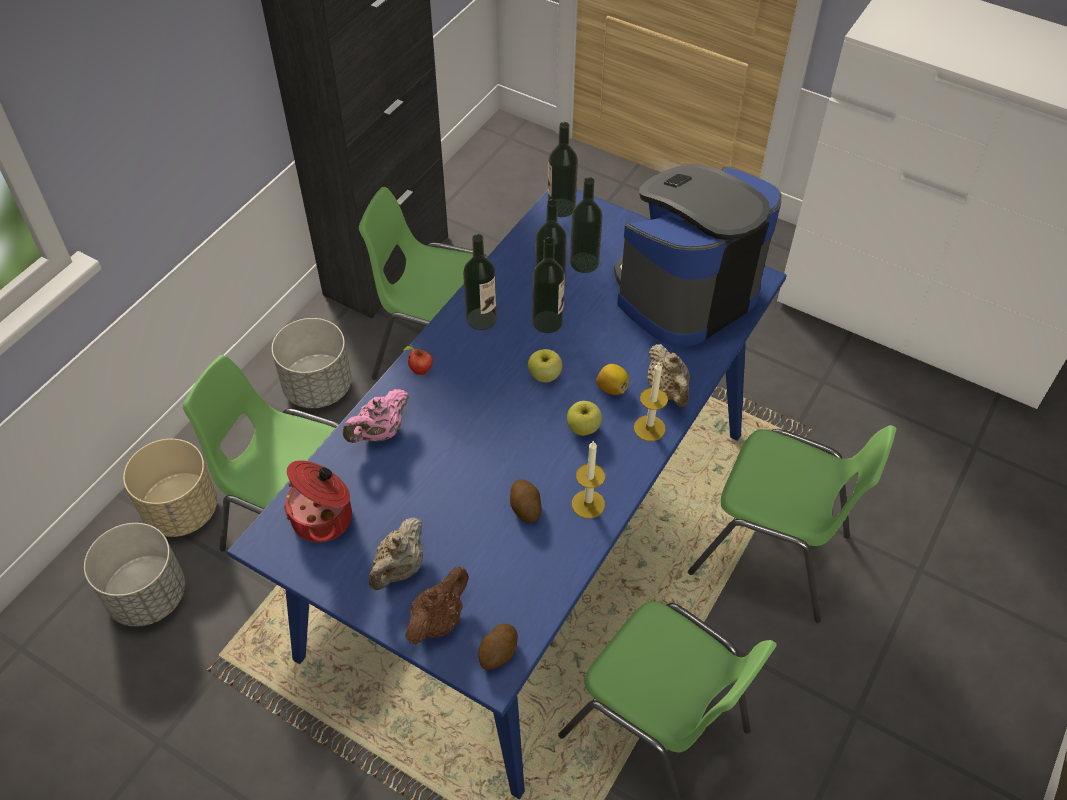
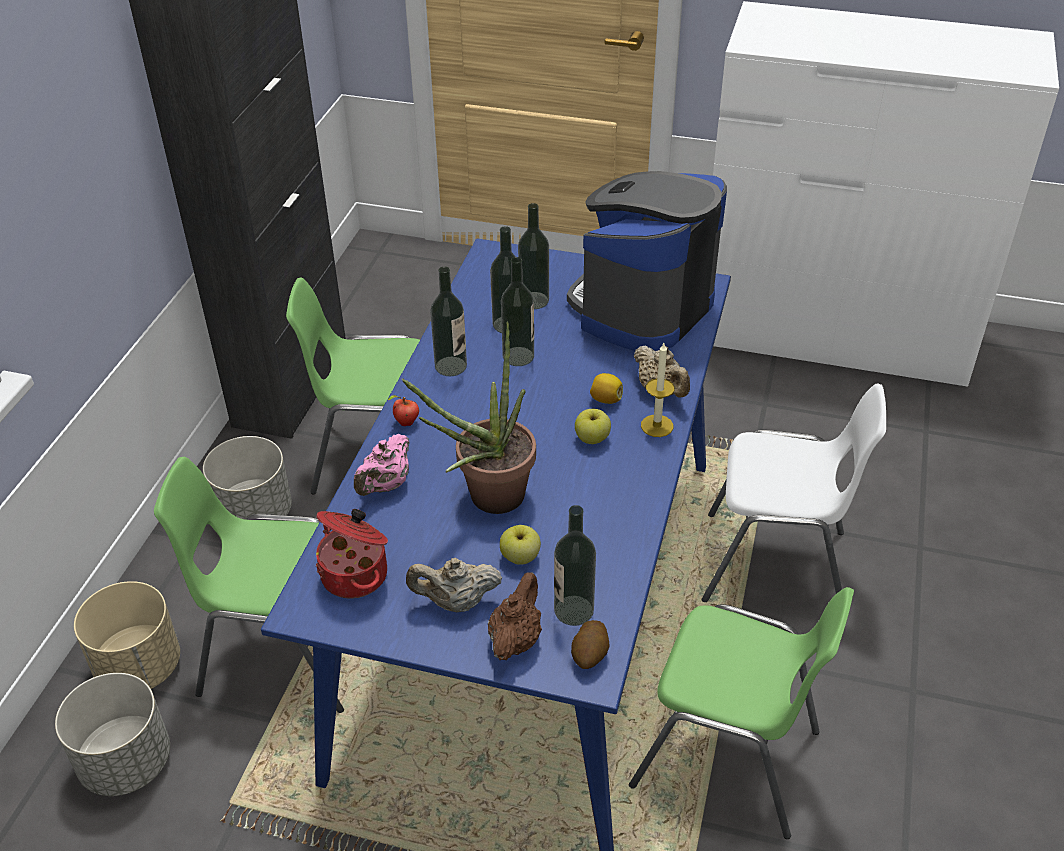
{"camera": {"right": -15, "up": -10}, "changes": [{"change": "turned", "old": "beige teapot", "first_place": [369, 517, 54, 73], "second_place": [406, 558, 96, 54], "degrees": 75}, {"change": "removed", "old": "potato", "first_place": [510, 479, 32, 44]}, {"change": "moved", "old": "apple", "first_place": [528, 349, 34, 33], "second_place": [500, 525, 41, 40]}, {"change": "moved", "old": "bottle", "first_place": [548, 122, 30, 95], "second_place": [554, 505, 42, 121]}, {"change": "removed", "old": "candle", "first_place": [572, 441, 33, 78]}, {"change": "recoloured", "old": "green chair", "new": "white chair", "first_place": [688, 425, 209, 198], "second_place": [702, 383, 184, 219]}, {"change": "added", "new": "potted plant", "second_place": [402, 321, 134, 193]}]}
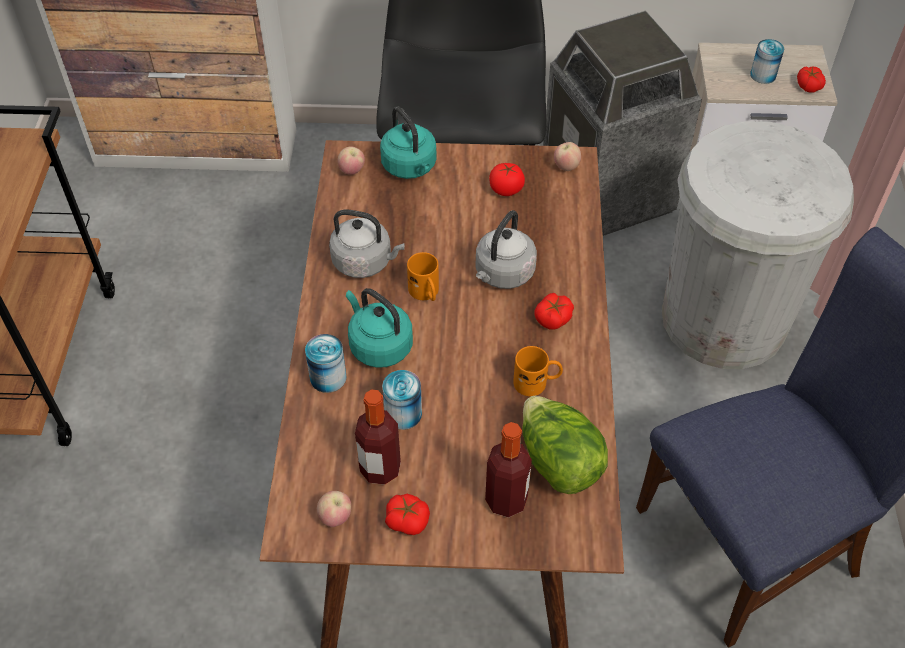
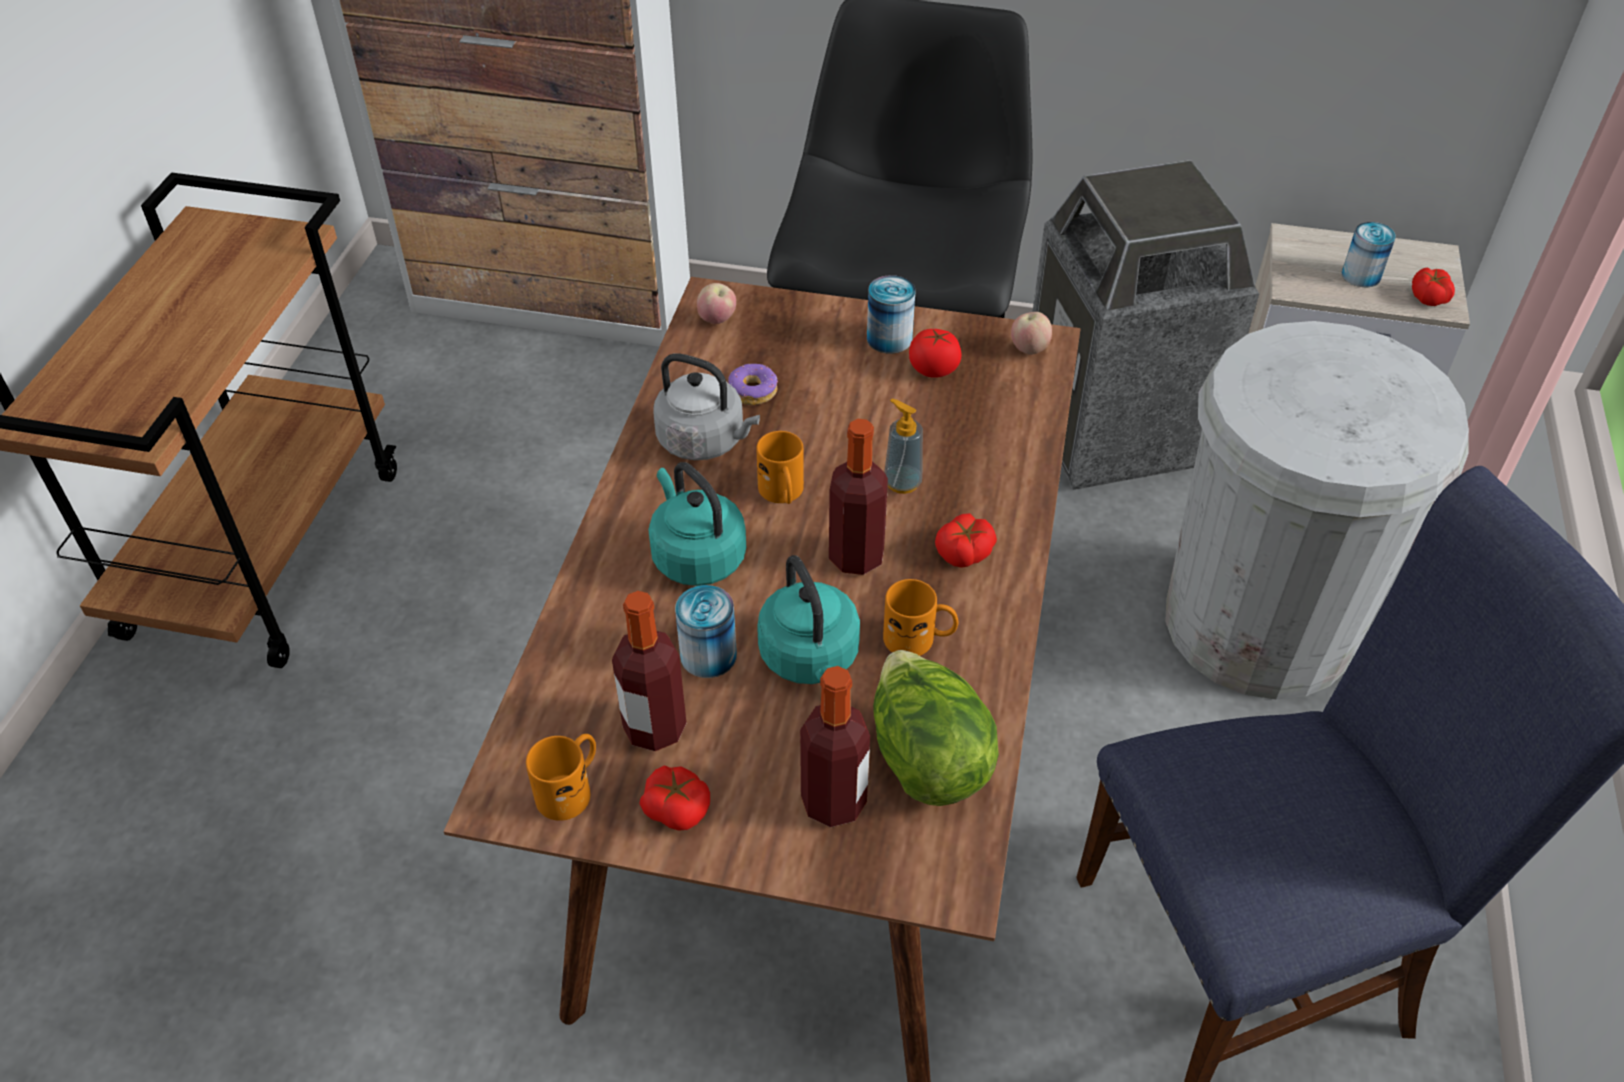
{"camera": {"right": 10, "up": -5}, "changes": [{"change": "moved", "old": "can", "first_place": [305, 334, 41, 59], "second_place": [867, 275, 49, 79]}, {"change": "replaced", "old": "apple", "new": "orange mug", "first_place": [317, 491, 34, 36], "second_place": [526, 734, 70, 87]}, {"change": "moved", "old": "turquoise kettle", "first_place": [380, 106, 56, 73], "second_place": [757, 555, 103, 129]}, {"change": "replaced", "old": "grey kettle", "new": "soap dispenser", "first_place": [476, 210, 61, 79], "second_place": [885, 399, 38, 95]}, {"change": "added", "new": "donut", "second_place": [728, 364, 50, 41]}, {"change": "added", "new": "bottle", "second_place": [829, 419, 59, 156]}]}
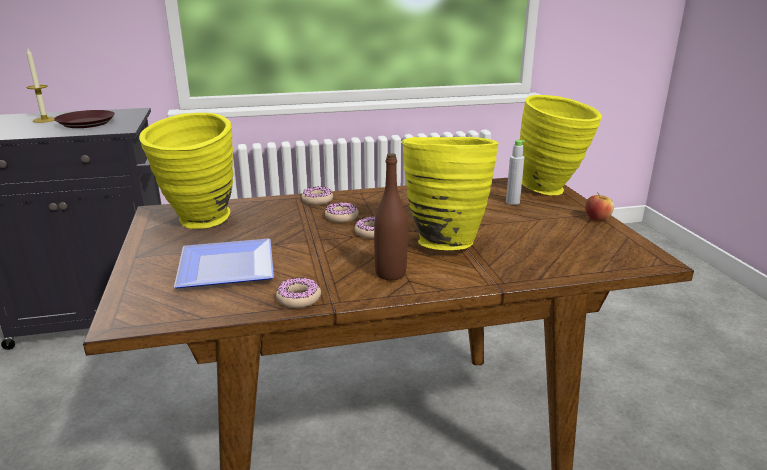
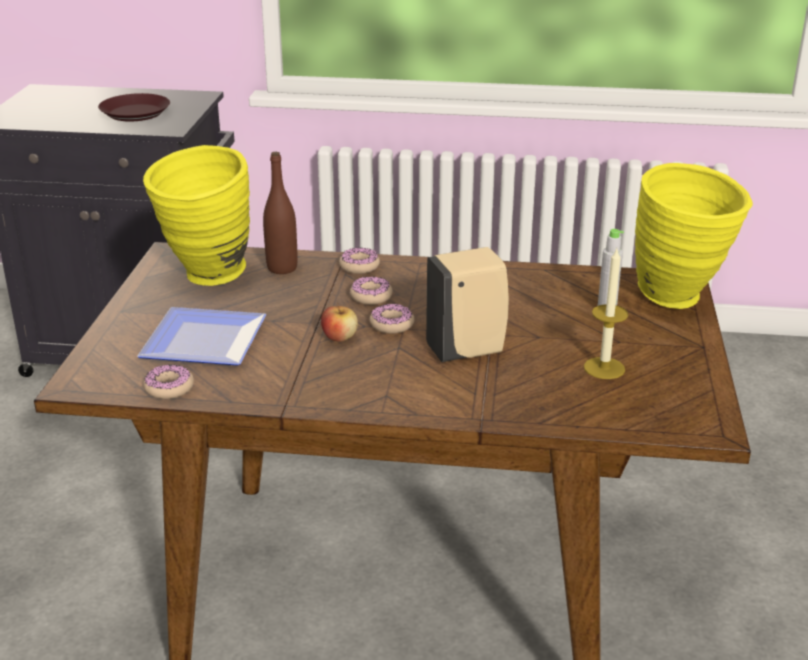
{"camera": {"right": 20, "up": 5}, "changes": [{"change": "moved", "old": "candle", "first_place": [26, 49, 29, 74], "second_place": [584, 249, 44, 130]}, {"change": "moved", "old": "donut", "first_place": [276, 278, 45, 30], "second_place": [143, 364, 51, 35]}, {"change": "moved", "old": "brown bottle", "first_place": [374, 153, 34, 127], "second_place": [263, 152, 34, 122]}, {"change": "replaced", "old": "yellow vase", "new": "beige soap dispenser", "first_place": [402, 137, 97, 113], "second_place": [426, 247, 83, 115]}, {"change": "moved", "old": "apple", "first_place": [585, 192, 29, 29], "second_place": [321, 303, 37, 39]}]}
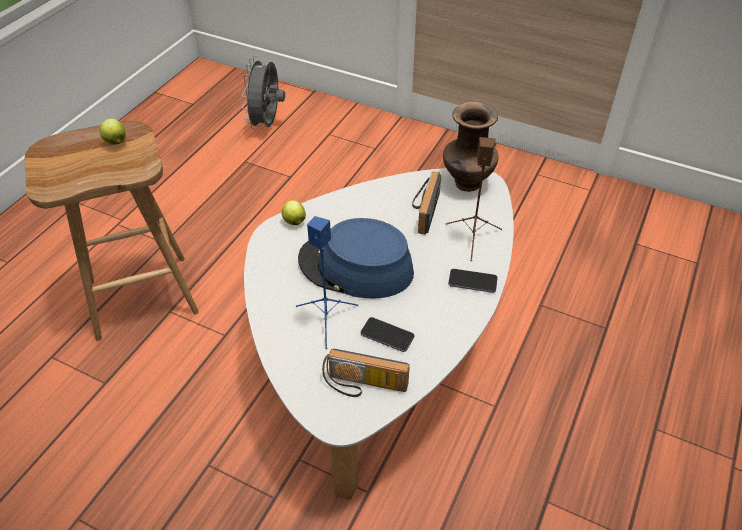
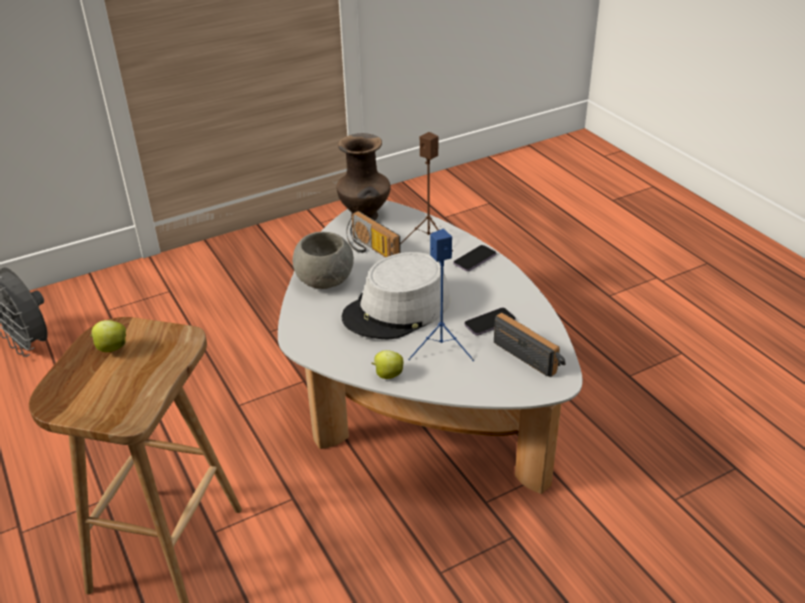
{"camera": {"right": -55, "up": -10}, "changes": [{"change": "moved", "old": "apple", "first_place": [282, 200, 24, 25], "second_place": [371, 350, 33, 29]}, {"change": "recoloured", "old": "blue hat", "new": "grey hat", "first_place": [298, 218, 116, 81], "second_place": [342, 252, 108, 88]}, {"change": "turned", "old": "radio", "first_place": [322, 349, 88, 48], "second_place": [494, 313, 71, 64], "degrees": -90}, {"change": "added", "new": "grey bowl", "second_place": [293, 232, 61, 57]}]}
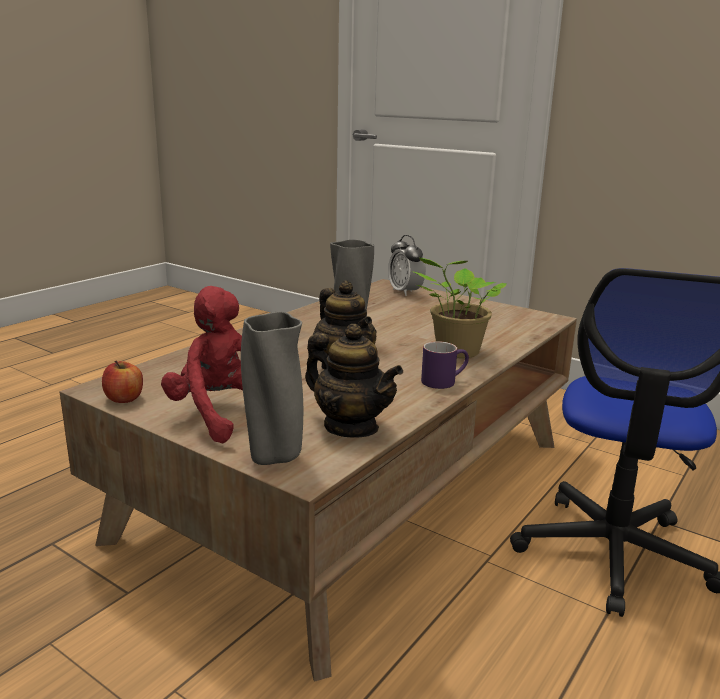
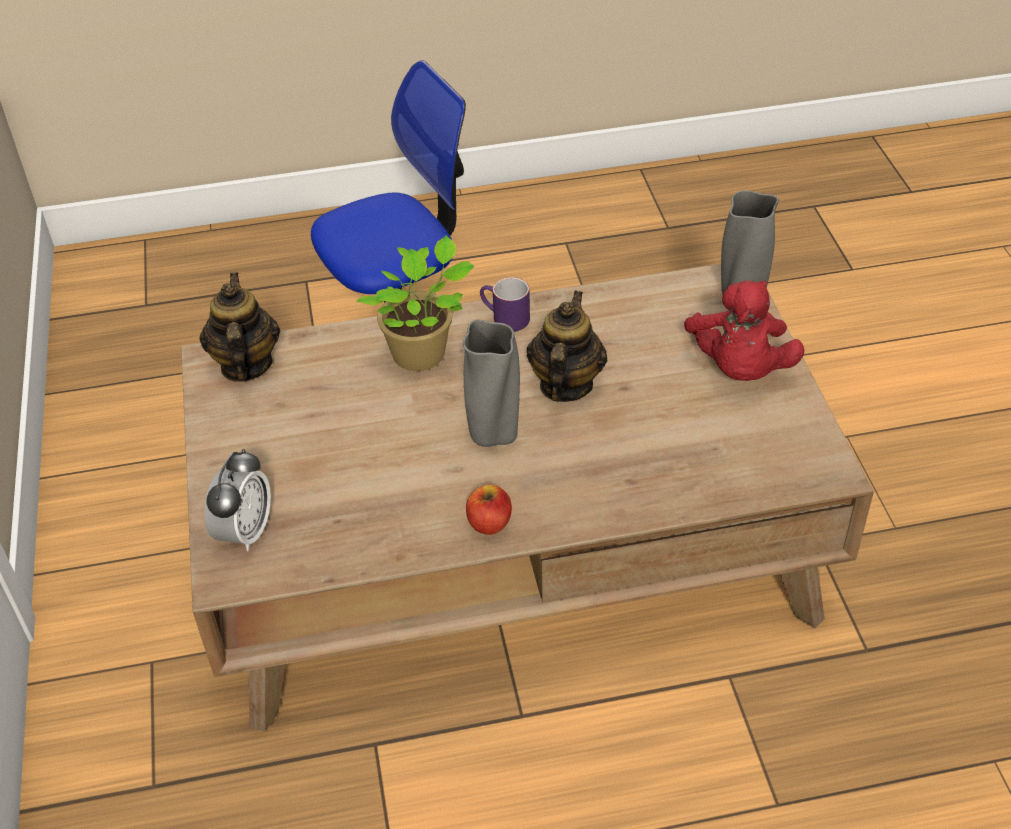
{"camera": {"right": -135, "up": 25}, "changes": [{"change": "moved", "old": "apple", "first_place": [102, 361, 41, 42], "second_place": [466, 484, 46, 51]}, {"change": "moved", "old": "teapot", "first_place": [305, 324, 98, 114], "second_place": [199, 272, 81, 110]}]}
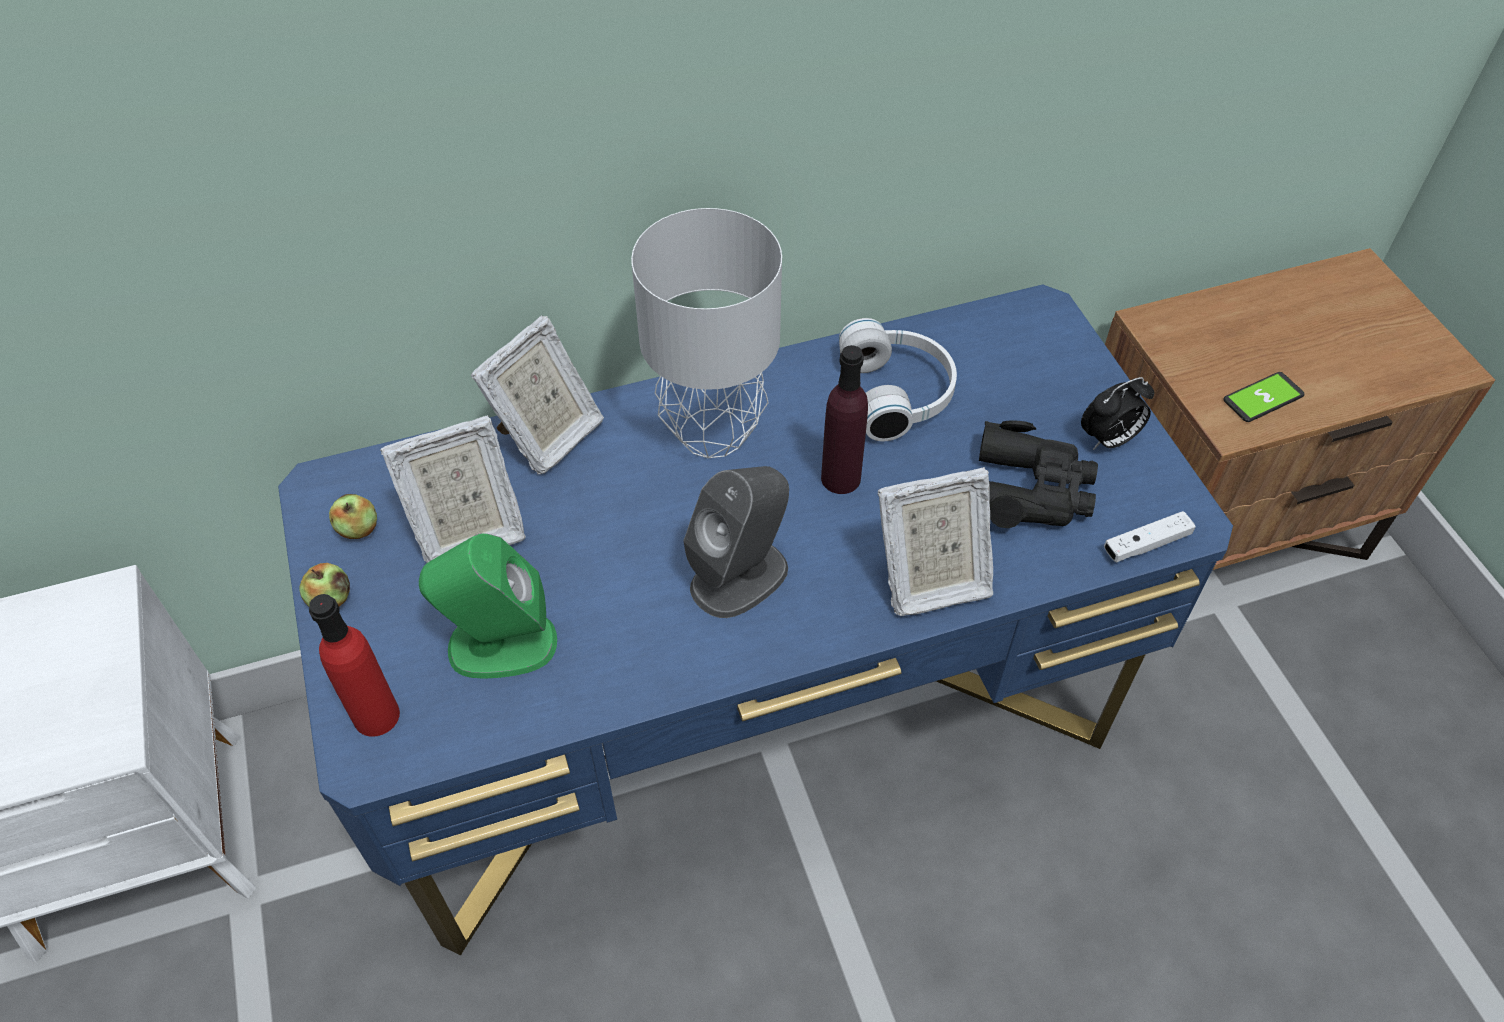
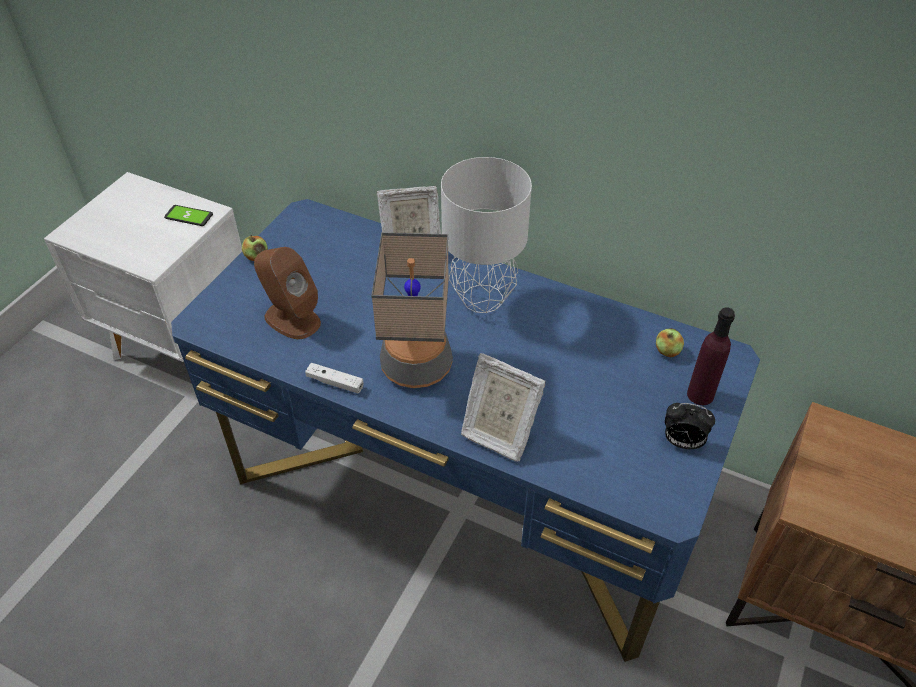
{"camera": {"right": 45, "up": -5}, "changes": [{"change": "removed", "old": "red bottle", "first_place": [309, 594, 91, 143]}, {"change": "moved", "old": "apple", "first_place": [329, 494, 48, 45], "second_place": [656, 328, 28, 29]}, {"change": "removed", "old": "picture frame", "first_place": [380, 415, 146, 148]}, {"change": "recoloured", "old": "green speaker", "new": "brown speaker", "first_place": [419, 533, 138, 146], "second_place": [254, 247, 67, 92]}, {"change": "replaced", "old": "grey speaker", "new": "table lamp", "first_place": [683, 466, 106, 152], "second_place": [371, 232, 82, 156]}, {"change": "moved", "old": "purple bottle", "first_place": [821, 345, 47, 149], "second_place": [687, 307, 48, 98]}, {"change": "removed", "old": "white headphones", "first_place": [839, 318, 118, 124]}, {"change": "removed", "old": "black binoculars", "first_place": [979, 420, 119, 108]}, {"change": "moved", "old": "white game controller", "first_place": [1104, 511, 92, 52], "second_place": [305, 363, 59, 31]}, {"change": "moved", "old": "phone", "first_place": [1223, 372, 81, 50], "second_place": [164, 205, 49, 21]}]}
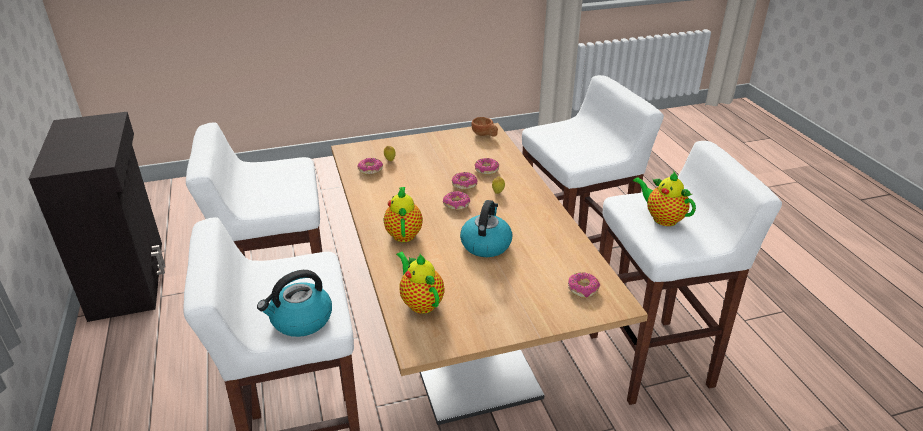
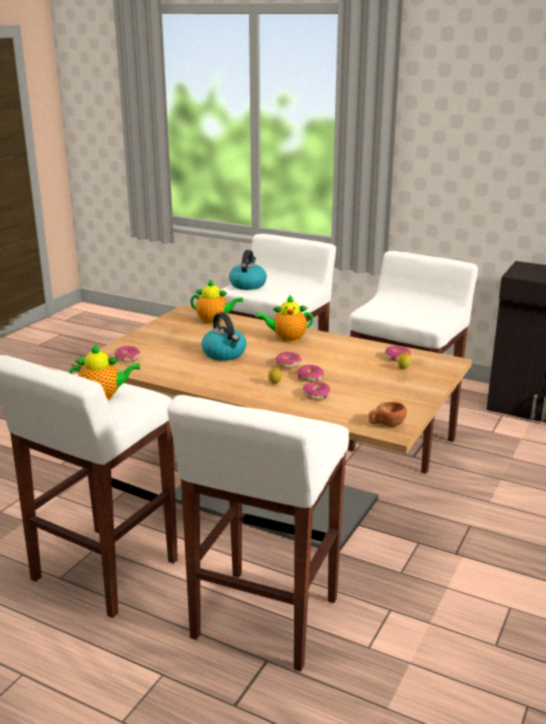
{"camera": {"right": 135, "up": -10}, "changes": [{"change": "turned", "old": "teapot", "first_place": [384, 187, 39, 55], "second_place": [256, 295, 57, 48], "degrees": 135}]}
